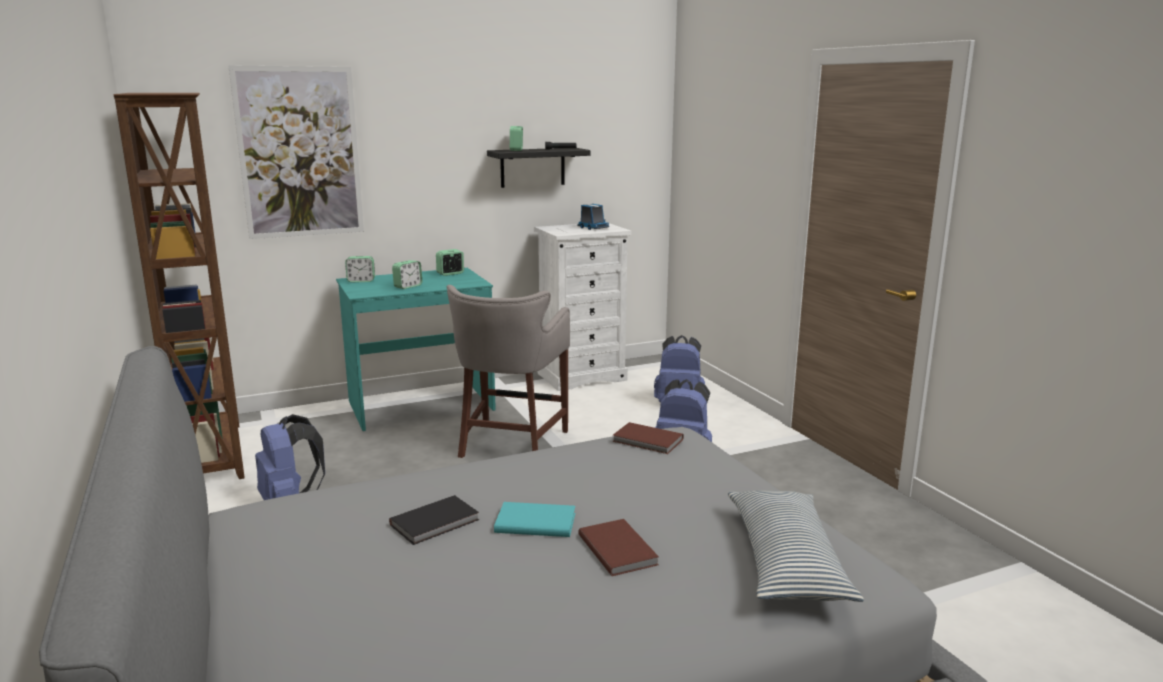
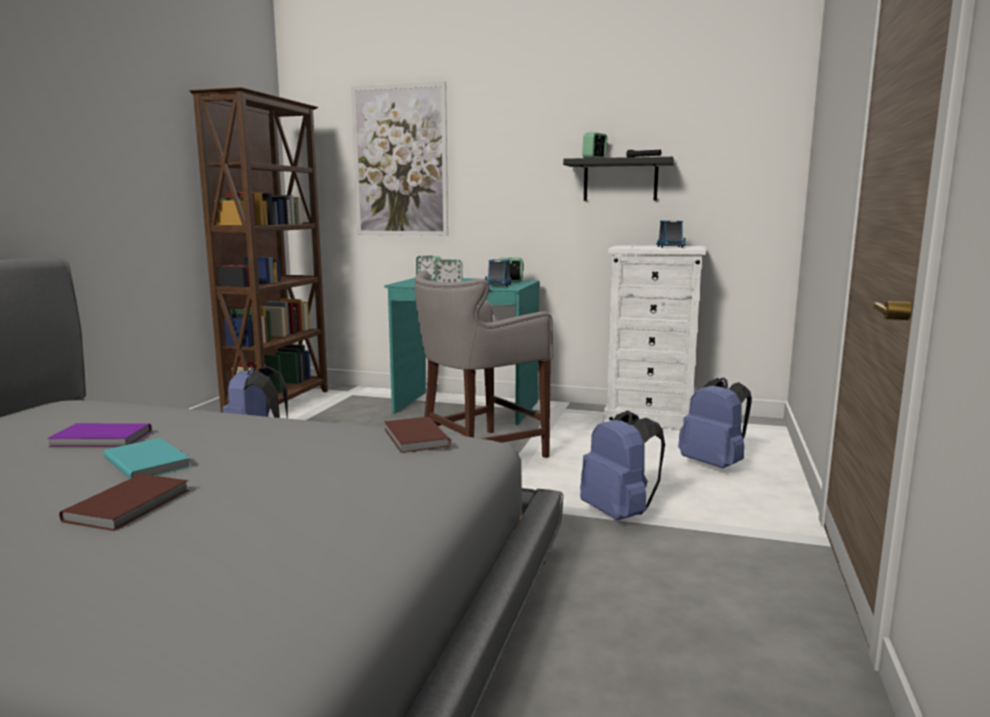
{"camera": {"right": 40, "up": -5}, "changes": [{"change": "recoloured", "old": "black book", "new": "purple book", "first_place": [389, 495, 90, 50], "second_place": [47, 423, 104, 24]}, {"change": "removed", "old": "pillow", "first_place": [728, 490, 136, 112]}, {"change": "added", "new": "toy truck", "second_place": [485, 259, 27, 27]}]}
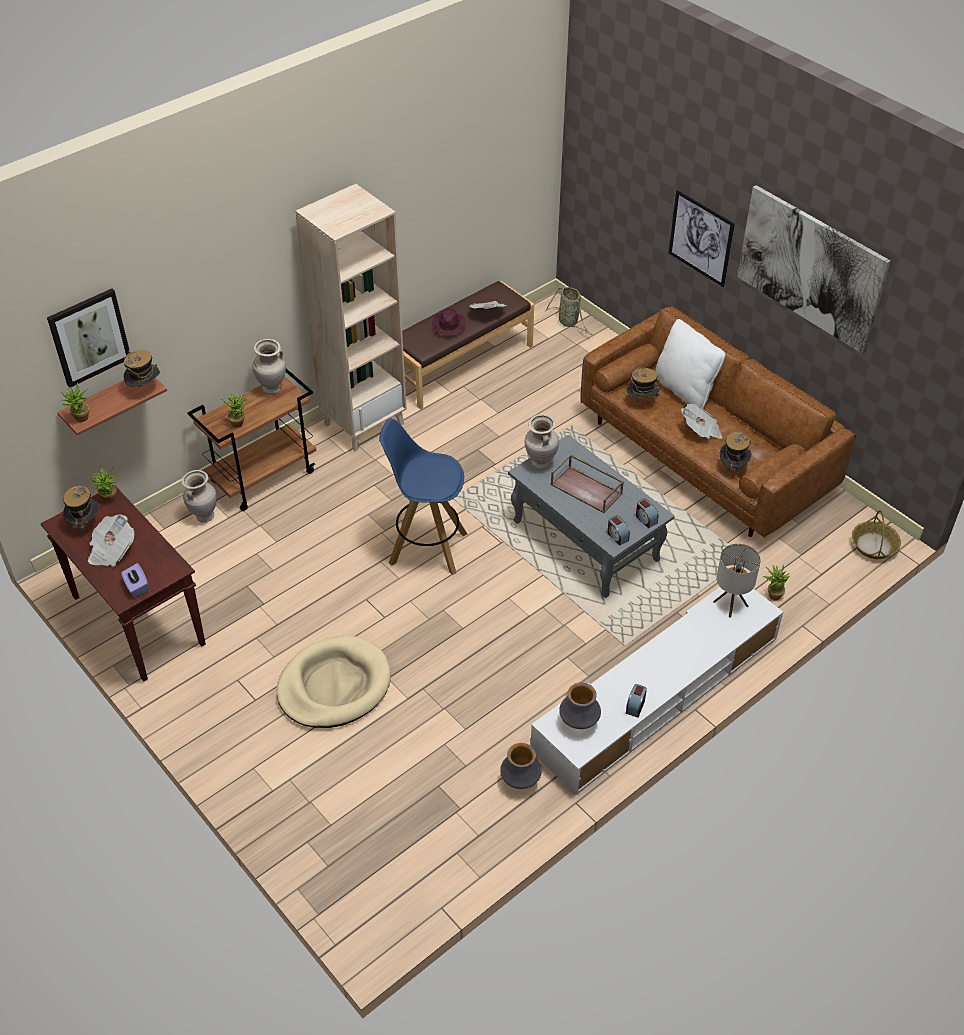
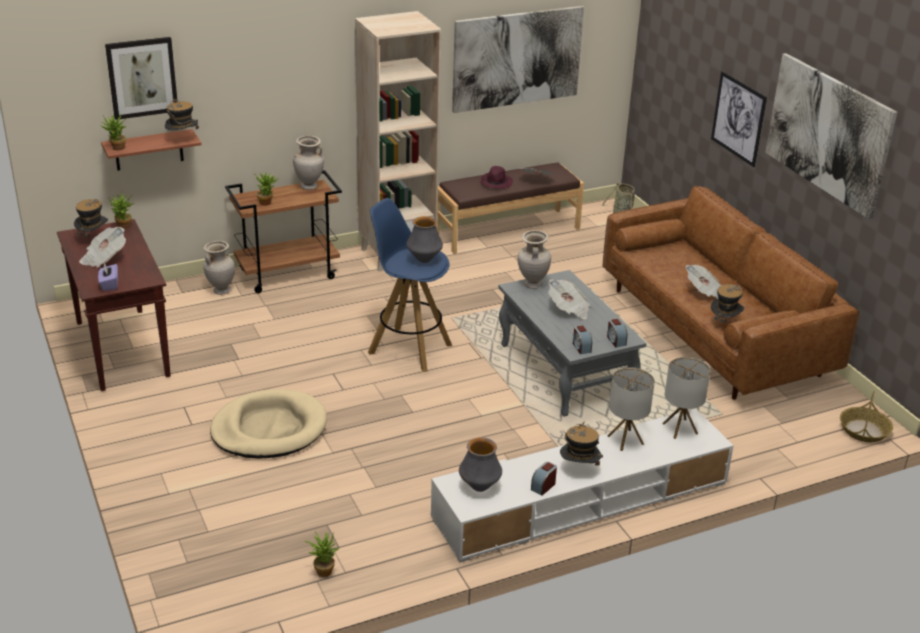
{"camera": {"right": 15, "up": -15}, "changes": [{"change": "moved", "old": "vase", "first_place": [500, 743, 42, 46], "second_place": [406, 216, 37, 47]}, {"change": "replaced", "old": "brown tray", "new": "newspaper", "first_place": [551, 454, 73, 59], "second_place": [548, 279, 42, 40]}, {"change": "moved", "old": "hat", "first_place": [627, 365, 33, 33], "second_place": [560, 422, 43, 43]}, {"change": "removed", "old": "white pillow", "first_place": [655, 319, 70, 90]}, {"change": "moved", "old": "potted plant", "first_place": [763, 564, 27, 36], "second_place": [305, 531, 34, 46]}, {"change": "added", "new": "picture", "second_place": [452, 6, 132, 107]}, {"change": "added", "new": "table lamp", "second_place": [607, 367, 48, 84]}]}
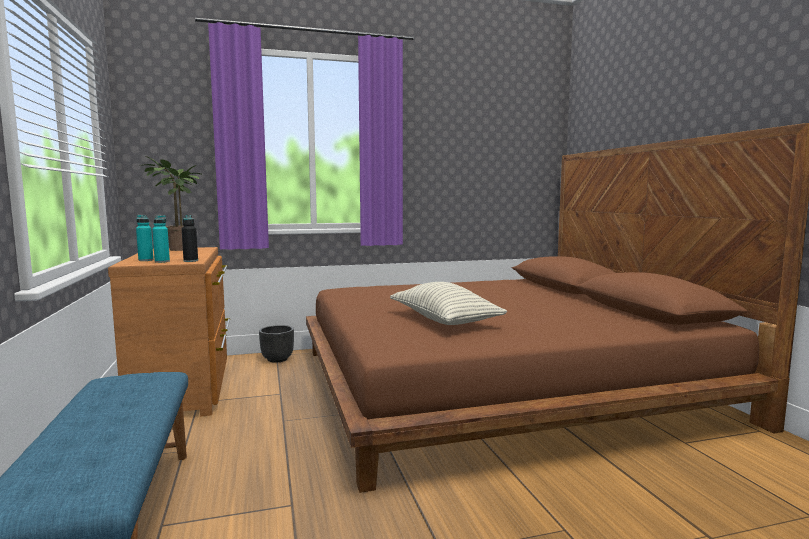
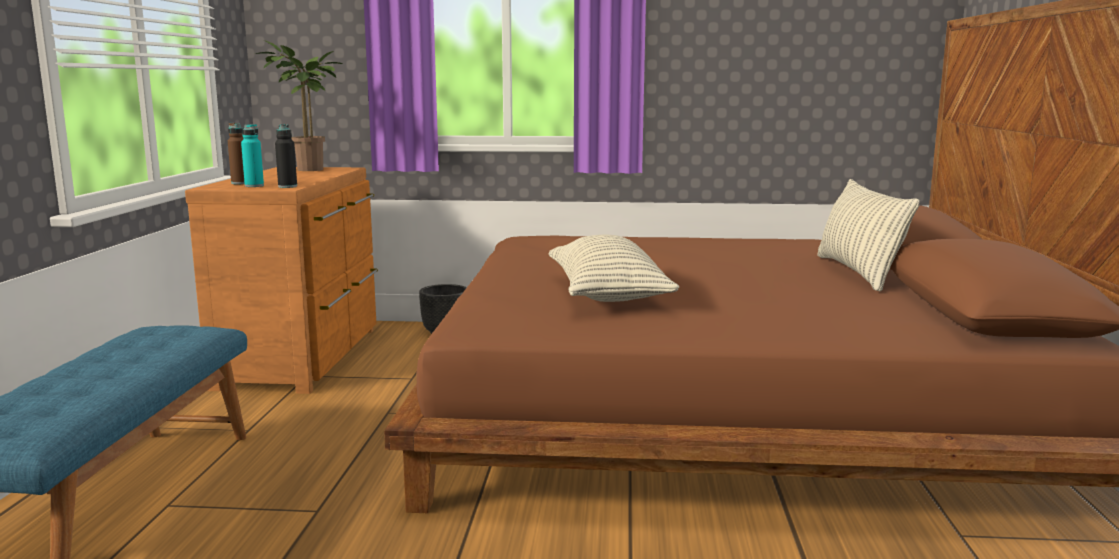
{"camera": {"right": 20, "up": 5}, "changes": [{"change": "recoloured", "old": "turquoise bottle", "new": "brown bottle", "first_place": [136, 215, 17, 46], "second_place": [228, 123, 17, 61]}, {"change": "added", "new": "pillow", "second_place": [817, 179, 103, 112]}]}
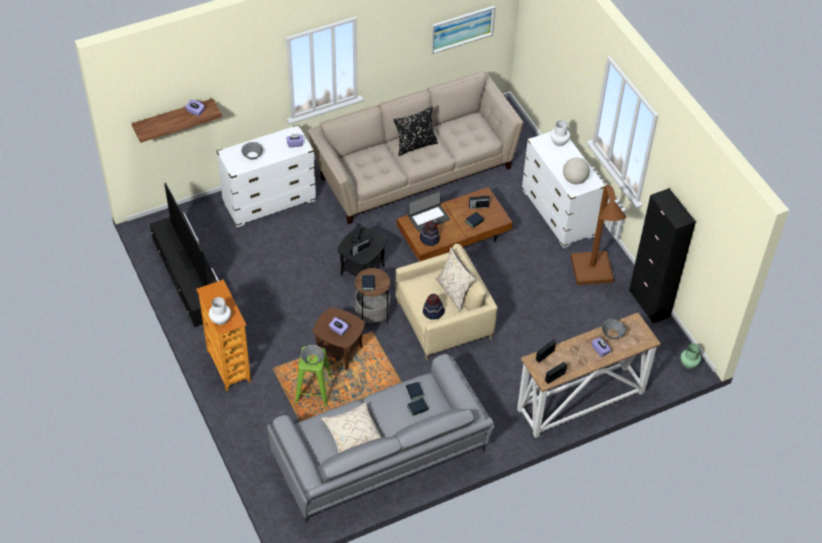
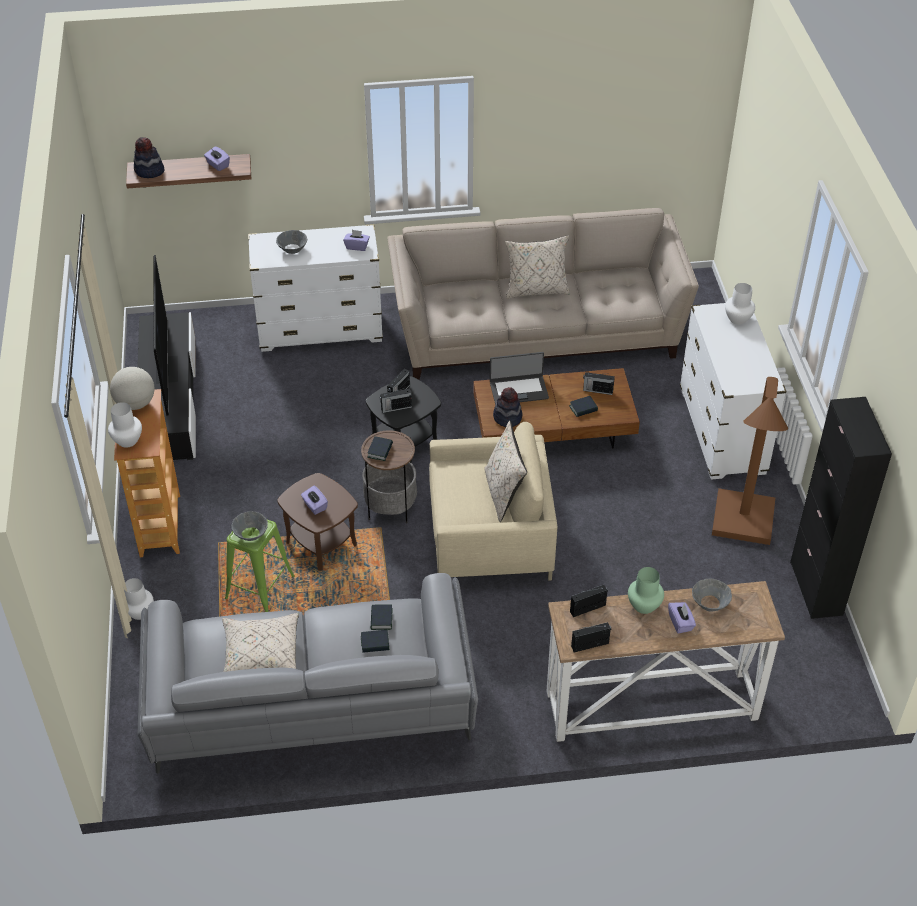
{"camera": {"right": 20, "up": -5}, "changes": [{"change": "recoloured", "old": "black pillow", "new": "beige pillow", "first_place": [393, 106, 45, 50], "second_place": [505, 235, 65, 64]}, {"change": "moved", "old": "hat", "first_place": [423, 294, 22, 26], "second_place": [134, 137, 30, 41]}, {"change": "removed", "old": "picture", "first_place": [431, 6, 64, 48]}, {"change": "moved", "old": "globe", "first_place": [563, 158, 27, 26], "second_place": [110, 367, 44, 43]}, {"change": "moved", "old": "green vase", "first_place": [681, 343, 20, 26], "second_place": [628, 567, 36, 47]}, {"change": "added", "new": "white vase", "second_place": [124, 578, 30, 42]}]}
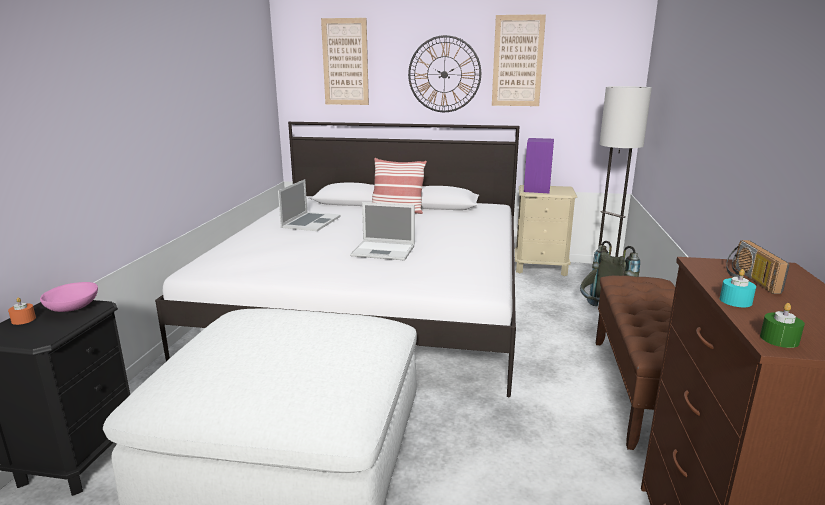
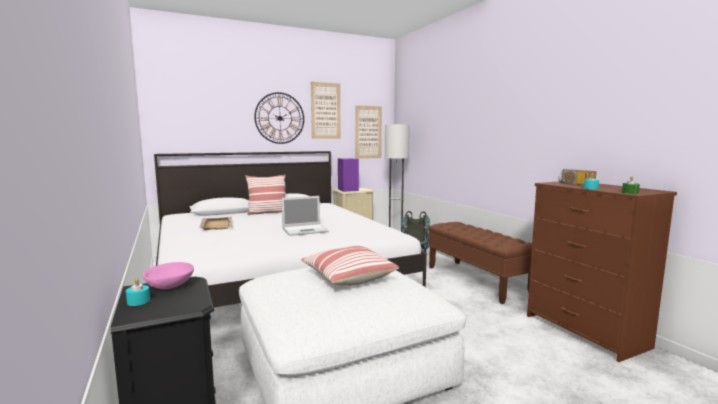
{"camera": {"right": -35, "up": -10}, "changes": [{"change": "recoloured", "old": "orange candle", "new": "turquoise candle", "first_place": [8, 297, 28, 28], "second_place": [126, 278, 24, 28]}, {"change": "replaced", "old": "laptop", "new": "beige tray", "first_place": [278, 179, 63, 52], "second_place": [200, 217, 33, 13]}, {"change": "moved", "old": "picture", "first_place": [321, 18, 48, 87], "second_place": [355, 105, 27, 54]}, {"change": "added", "new": "pillow", "second_place": [301, 246, 98, 40]}]}
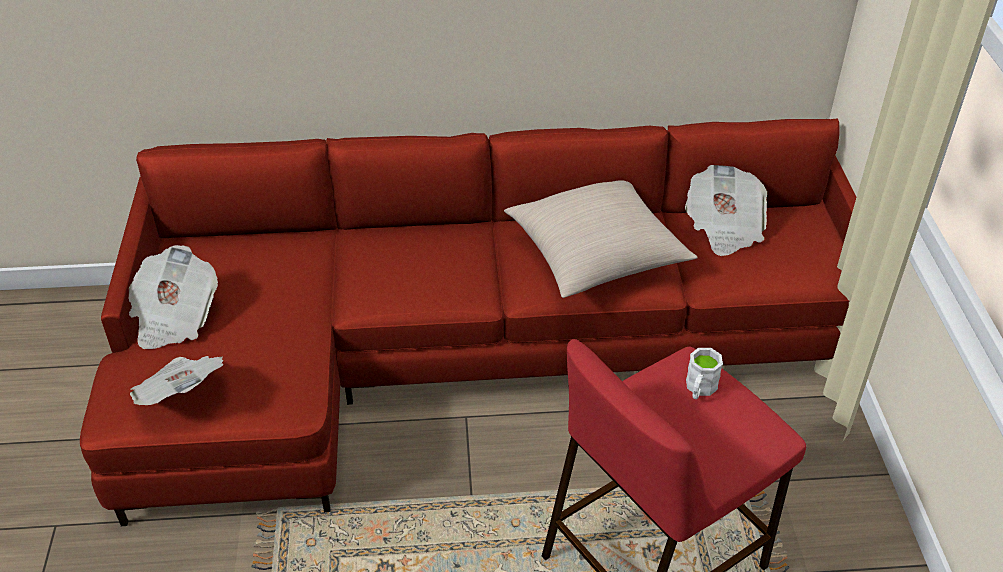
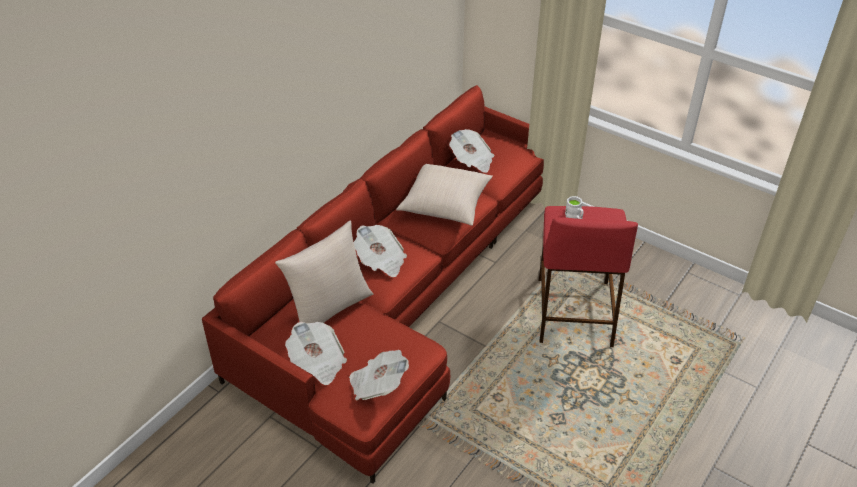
{"camera": {"right": -50, "up": 0}, "changes": [{"change": "added", "new": "beige pillow", "second_place": [275, 221, 98, 102]}, {"change": "added", "new": "newspaper", "second_place": [354, 225, 53, 52]}]}
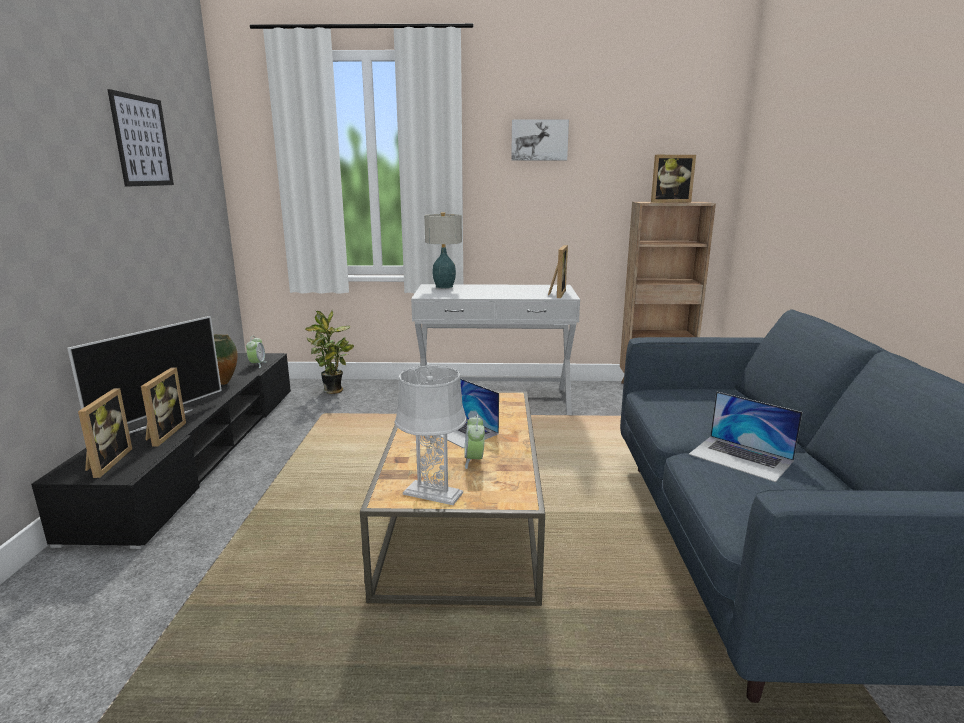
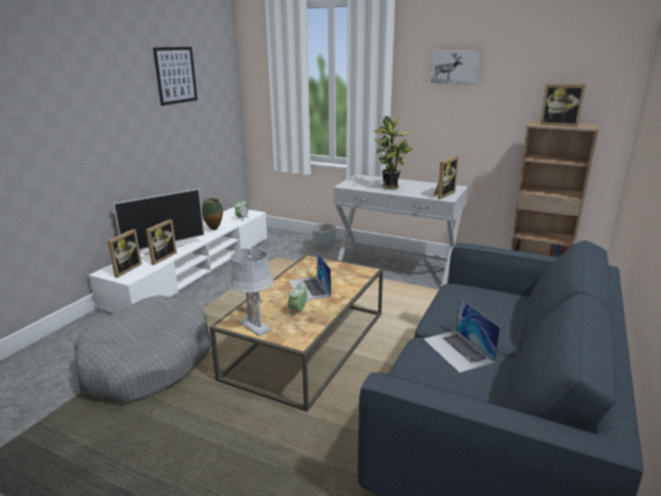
{"camera": {"right": 25, "up": 5}, "changes": [{"change": "recoloured", "old": "black tv stand", "new": "white tv stand", "first_place": [31, 353, 260, 196], "second_place": [89, 207, 178, 106]}, {"change": "moved", "old": "potted plant", "first_place": [305, 310, 49, 84], "second_place": [374, 116, 39, 73]}, {"change": "removed", "old": "table lamp", "first_place": [424, 212, 38, 76]}, {"change": "added", "new": "grey dog bed", "second_place": [74, 295, 137, 107]}, {"change": "added", "new": "grey planter", "second_place": [311, 223, 25, 27]}]}
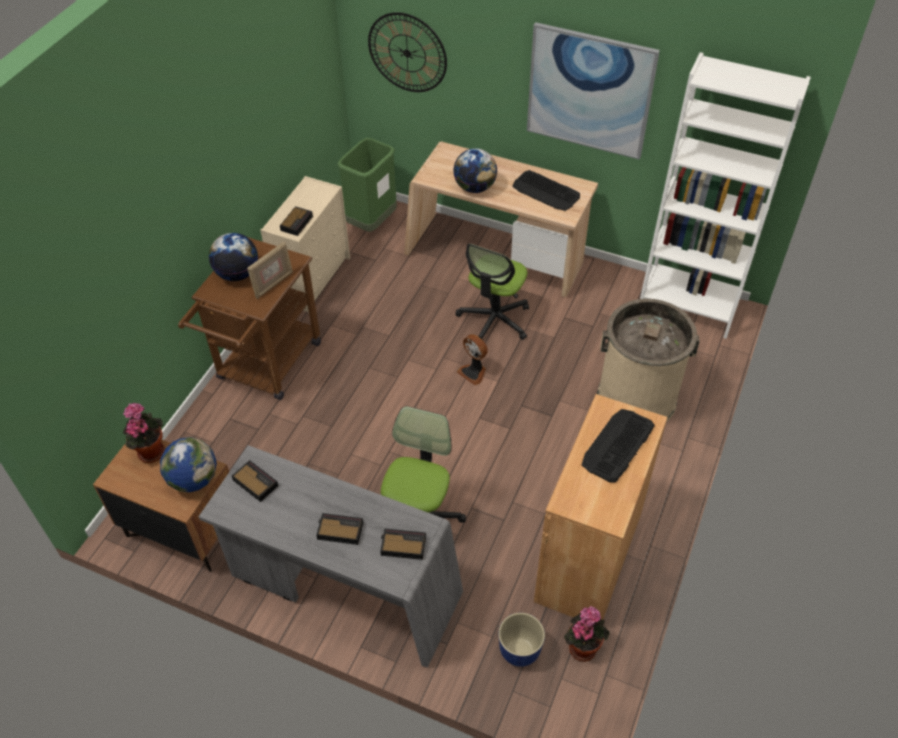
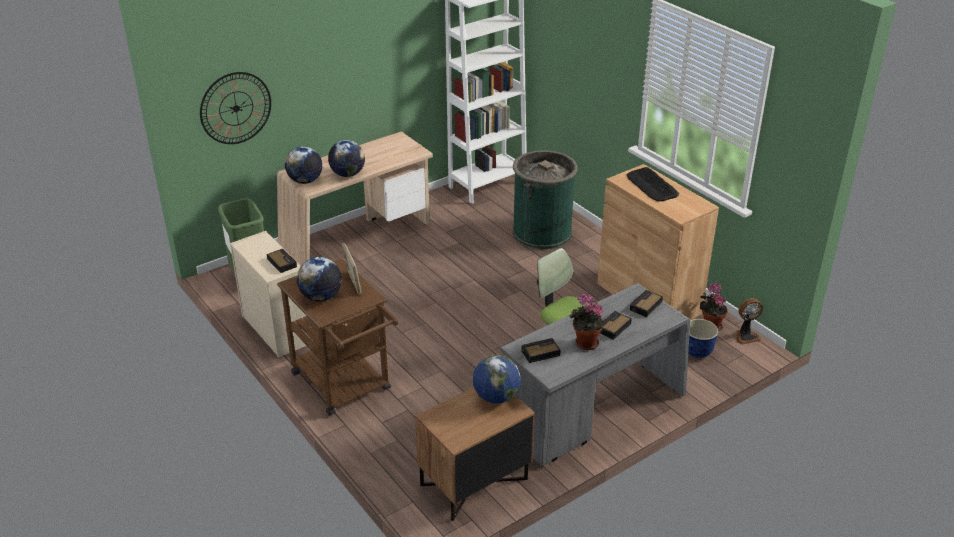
{"camera": {"right": -60, "up": -15}, "changes": [{"change": "moved", "old": "potted plant", "first_place": [123, 403, 42, 60], "second_place": [569, 293, 35, 57]}, {"change": "removed", "old": "office chair", "first_place": [455, 243, 74, 97]}, {"change": "moved", "old": "fan", "first_place": [457, 334, 31, 51], "second_place": [736, 298, 27, 47]}, {"change": "removed", "old": "keyboard", "first_place": [512, 170, 68, 41]}, {"change": "removed", "old": "picture", "first_place": [527, 22, 133, 137]}, {"change": "recoloured", "old": "beige trash can", "new": "green trash can", "first_place": [597, 299, 103, 123], "second_place": [513, 150, 65, 99]}, {"change": "added", "new": "globe", "second_place": [285, 147, 37, 37]}]}
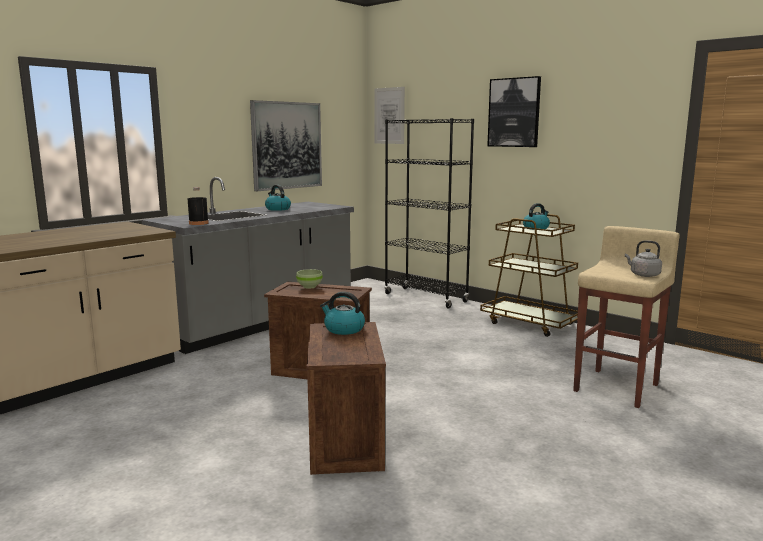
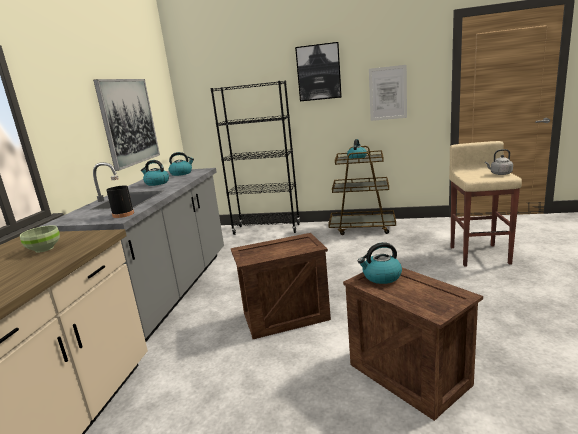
{"camera": {"right": -30, "up": 5}, "changes": [{"change": "moved", "old": "green bowl", "first_place": [296, 269, 27, 20], "second_place": [20, 225, 40, 28]}, {"change": "moved", "old": "picture", "first_place": [374, 87, 31, 57], "second_place": [369, 65, 38, 56]}, {"change": "added", "new": "kettle", "second_place": [169, 152, 25, 24]}]}
